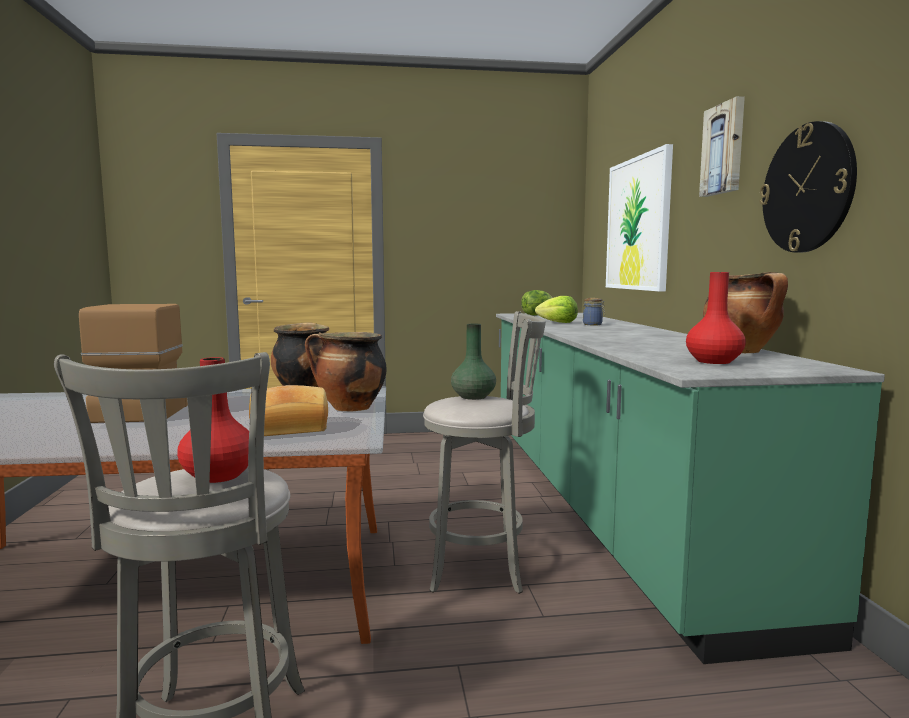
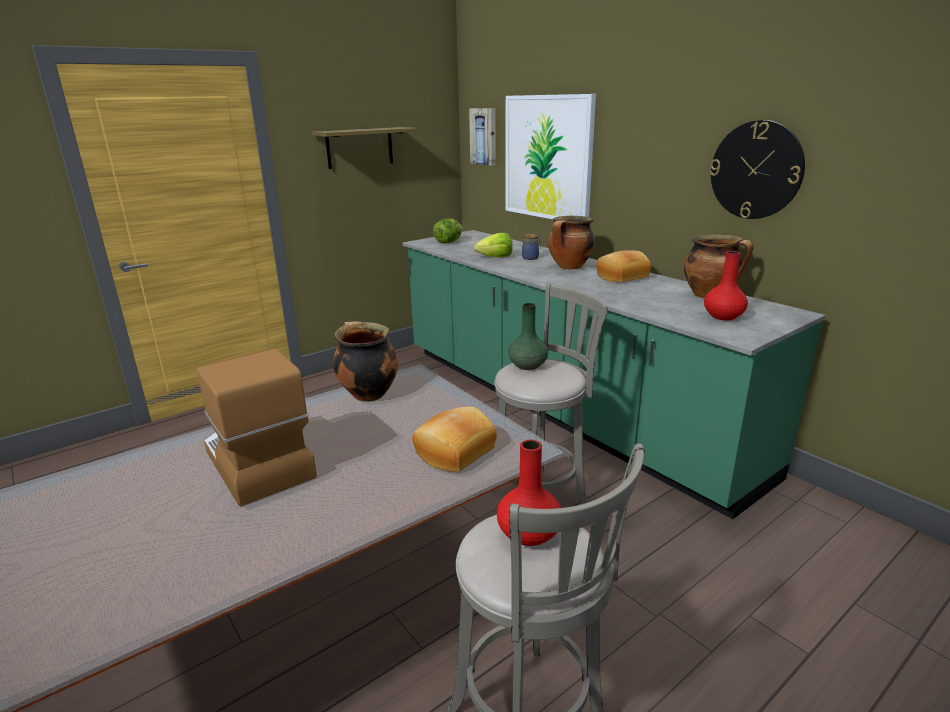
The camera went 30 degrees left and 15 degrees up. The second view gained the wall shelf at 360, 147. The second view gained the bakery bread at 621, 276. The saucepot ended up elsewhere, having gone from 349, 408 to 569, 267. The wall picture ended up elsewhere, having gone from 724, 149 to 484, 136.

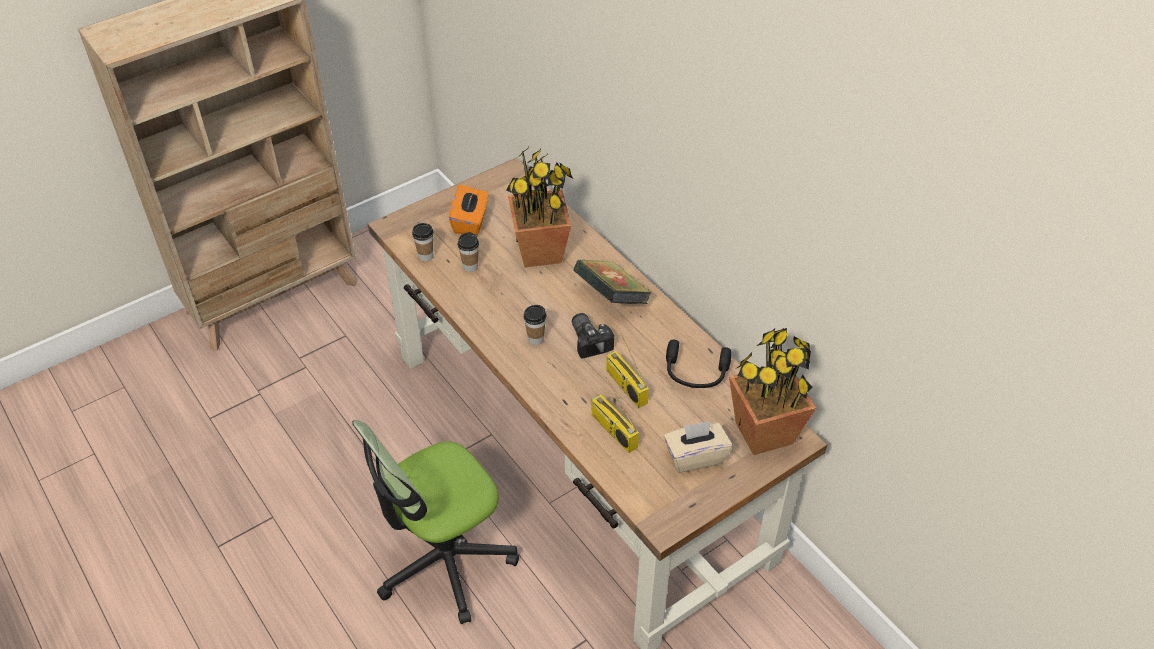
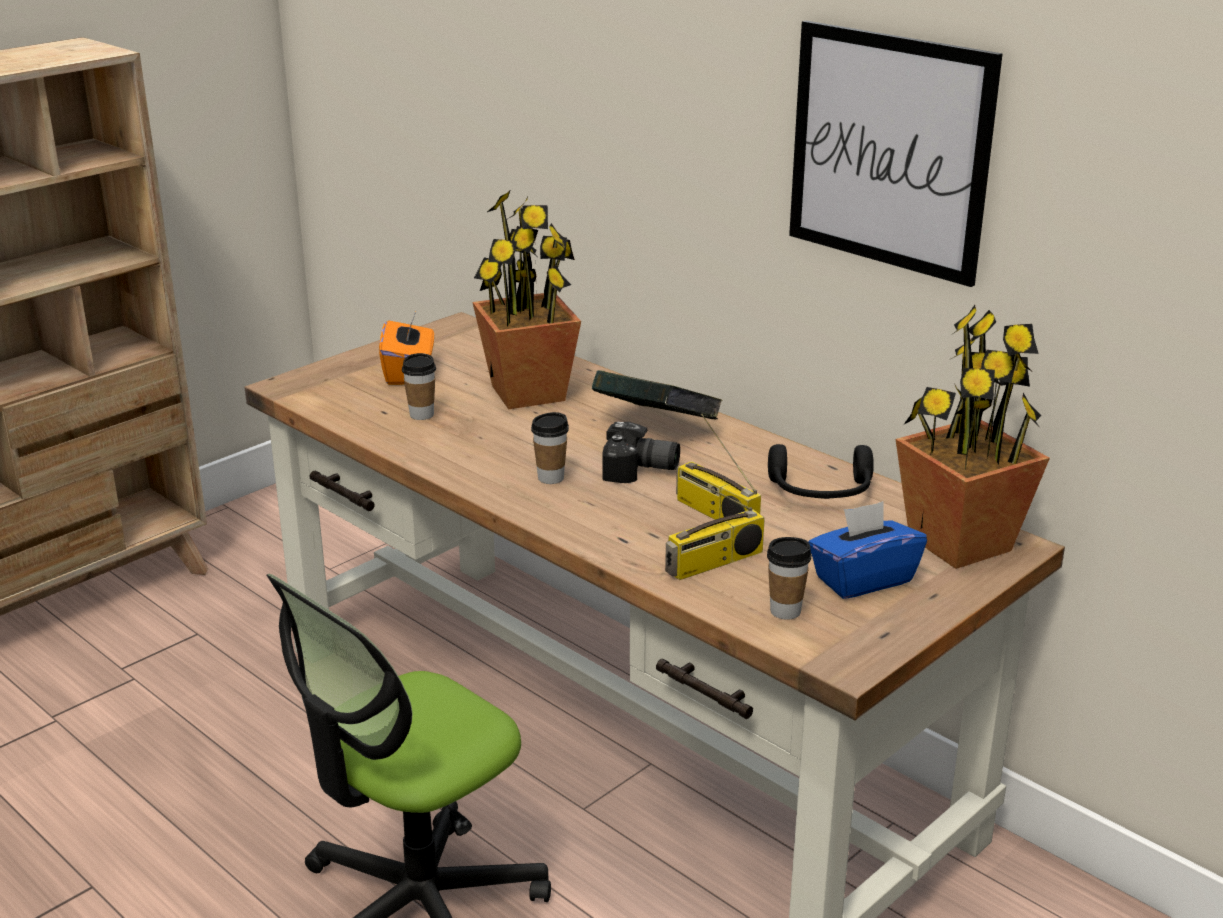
The camera went 10 degrees left and 20 degrees down. The second view gained the wall picture at 889, 151. The drinking cup ended up elsewhere, having gone from 426, 256 to 785, 611. What was the sand-coloured box of tissues at 695, 456 turned into the bluish box of tissues at 863, 579. The still camera at 591, 340 ended up facing another way, 135 degrees clockwise from before. The radio receiver at 612, 430 ended up facing another way, 75 degrees counterclockwise from before.

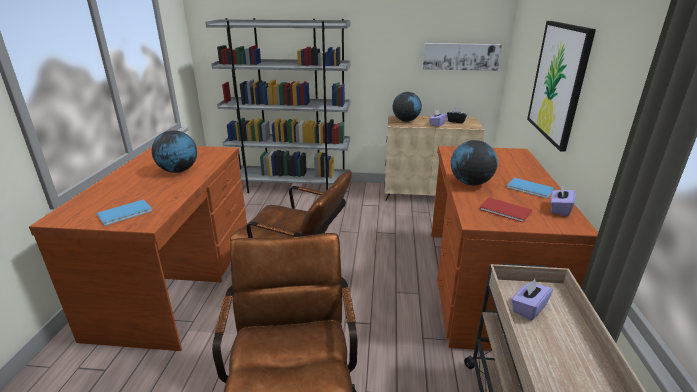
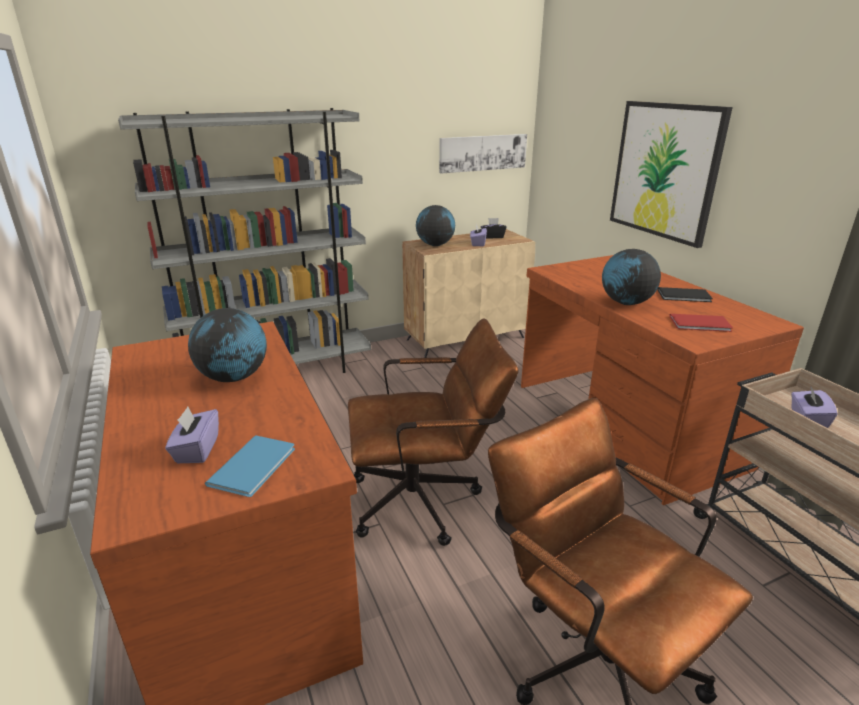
The camera went 30 degrees left and 0 degrees up. The purple box of tissues ended up elsewhere, having gone from 559, 209 to 196, 450. What was the bluish volume at 530, 189 turned into the blackish volume at 685, 296.

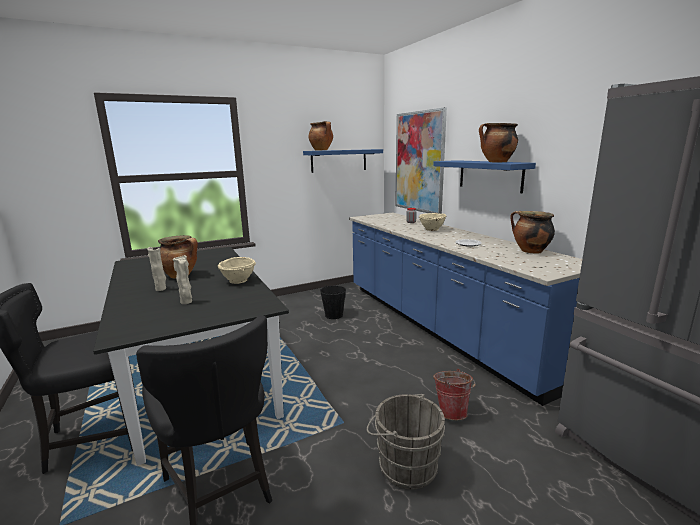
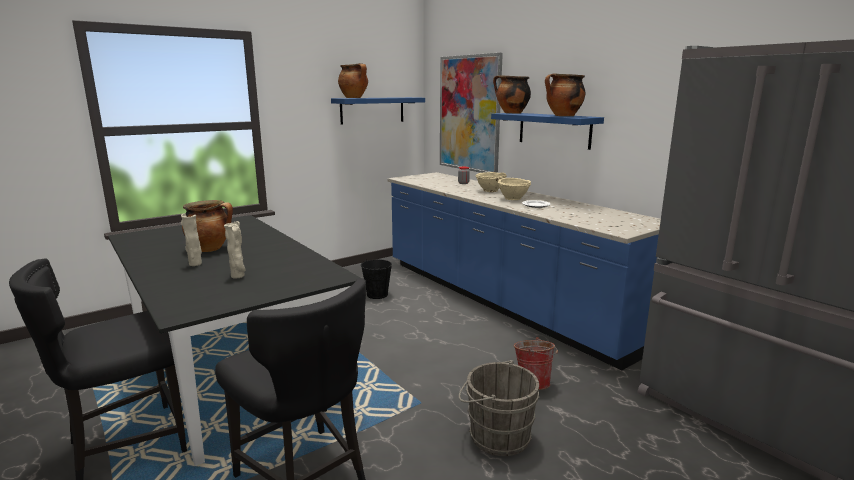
The camera went 10 degrees left and 0 degrees up. The sand-coloured bowl ended up elsewhere, having gone from 239, 281 to 513, 198. The saucepot ended up elsewhere, having gone from 530, 251 to 511, 113.

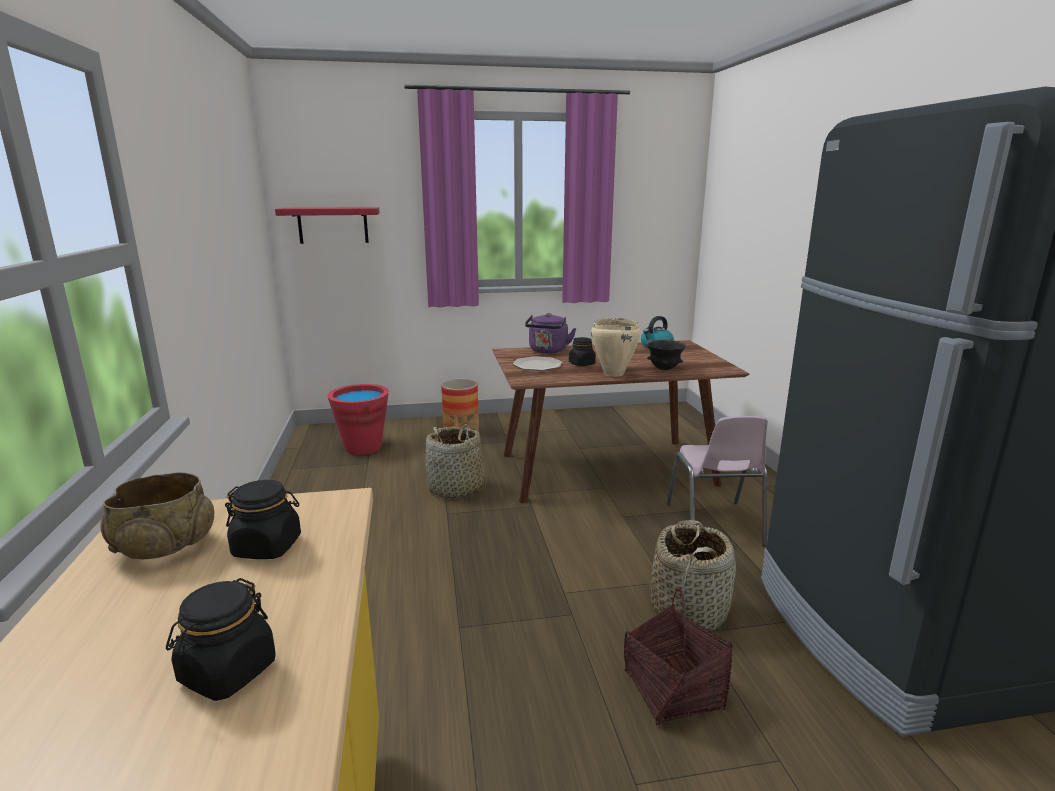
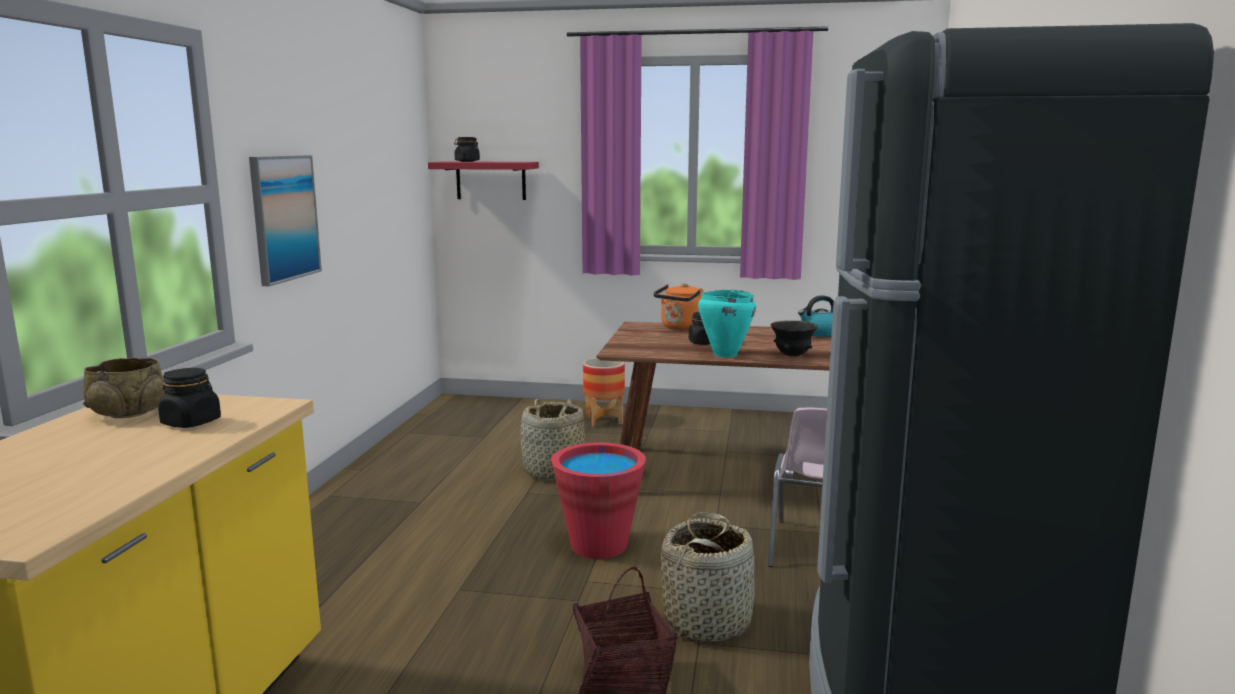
The camera went 20 degrees right and 5 degrees down. The second view lost the plate at 537, 365. The second view gained the wall picture at 284, 218. The blackish storage jar ended up elsewhere, having gone from 227, 672 to 467, 161. The red-coloured pail ended up elsewhere, having gone from 363, 447 to 599, 545. What was the purple water kettle at 548, 351 turned into the orangey water kettle at 682, 328. What was the sand-coloured saucepot at 613, 374 turned into the turquoise-coloured saucepot at 724, 354.

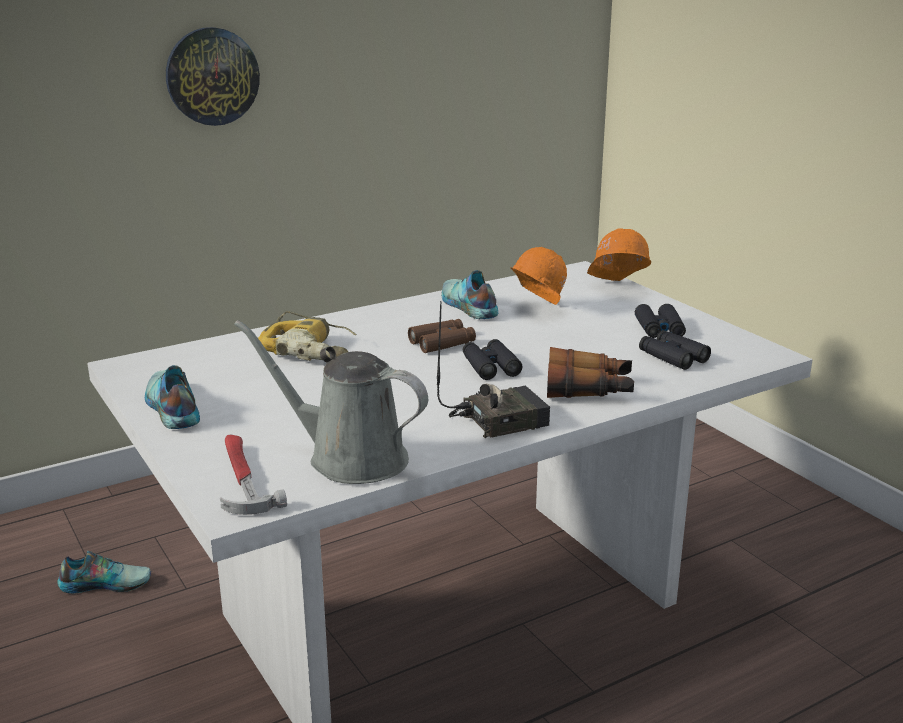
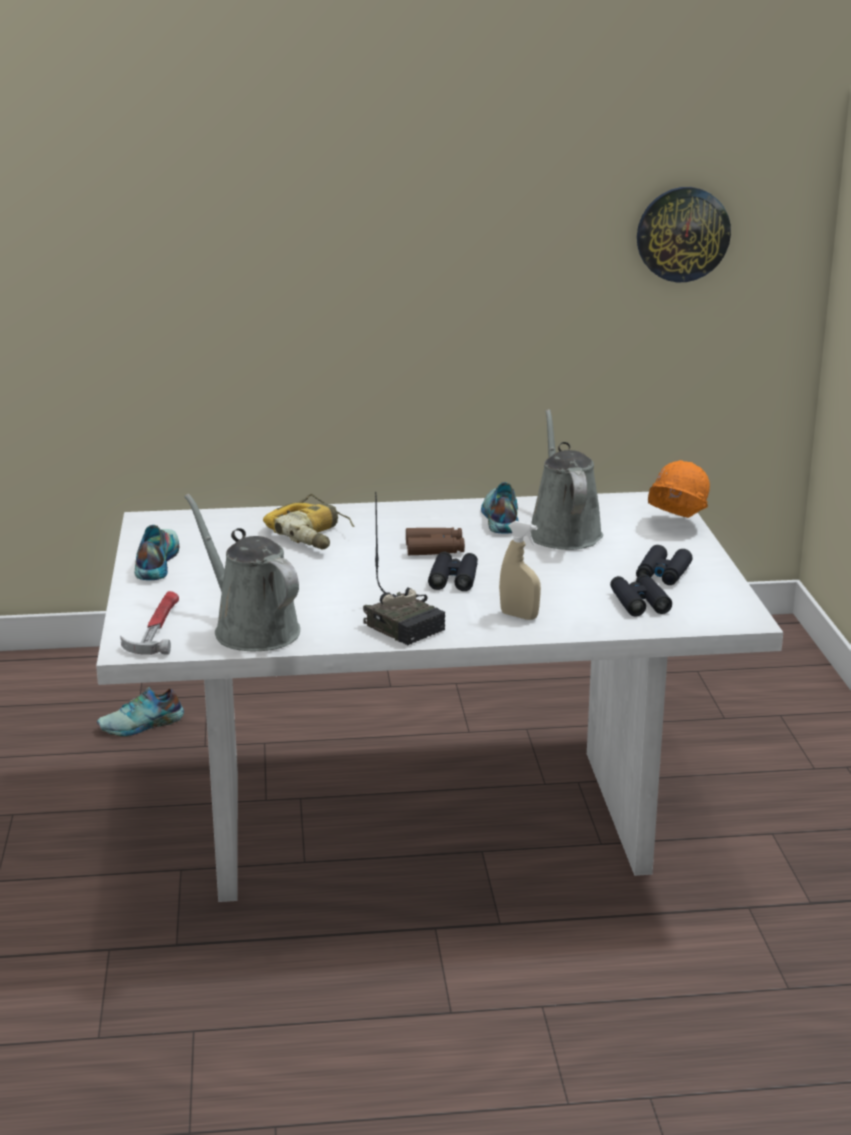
The camera went 25 degrees right and 0 degrees up. The clock on the wall ended up elsewhere, having gone from 212, 76 to 682, 234. Where the orangey work helmet stood at 535, 309, the greyish watering can came to stand at 563, 532. Where the field glasses stood at 589, 389, the sand-coloured hand sprayer came to stand at 519, 616. The low shoe at 106, 583 ended up facing another way, 135 degrees clockwise from before. The radio receiver at 499, 420 ended up facing another way, 45 degrees clockwise from before.

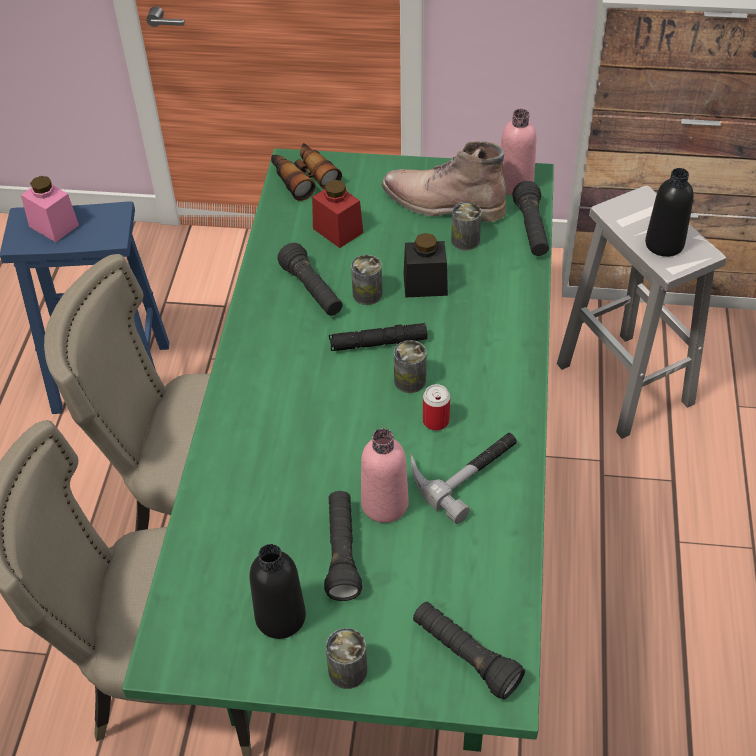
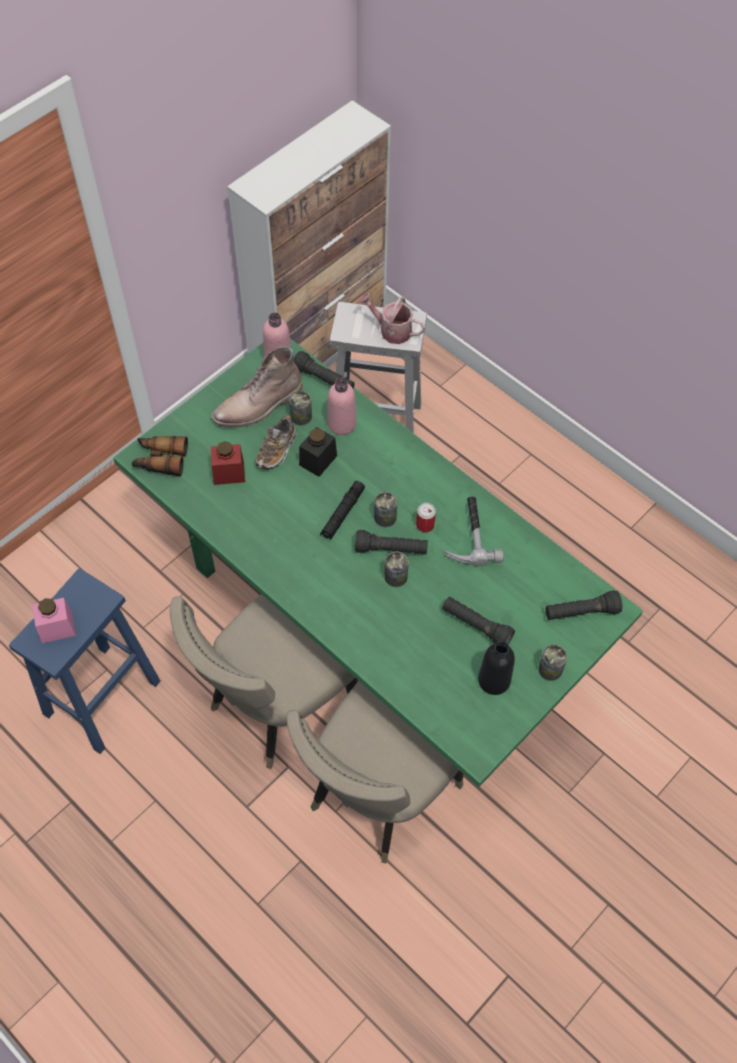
The camera went 55 degrees left and 10 degrees up. The second view gained the low shoe at 276, 450. The blackish hand torch ended up elsewhere, having gone from 312, 291 to 391, 549. The can ended up elsewhere, having gone from 367, 294 to 395, 577. The pink bottle ended up elsewhere, having gone from 384, 504 to 342, 424. Where the blackish bottle stood at 664, 244, the watering can came to stand at 391, 330.

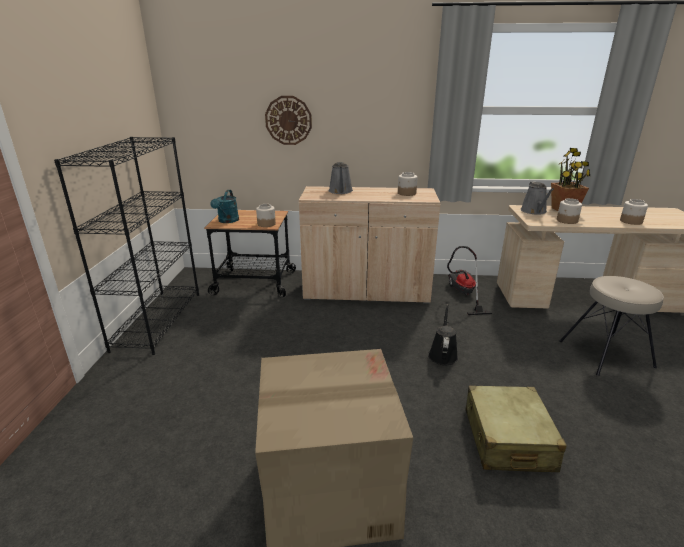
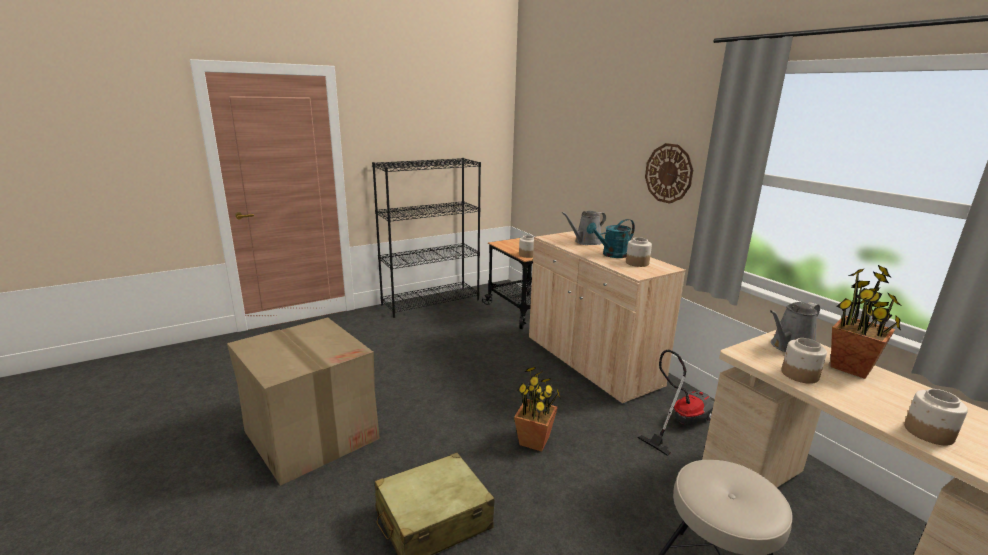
The camera went 55 degrees right and 5 degrees down. The turquoise-coloured watering can ended up elsewhere, having gone from 227, 221 to 611, 255. The clock on the wall ended up elsewhere, having gone from 288, 120 to 668, 173. Where the blackish watering can stood at 442, 354, the houseplant came to stand at 534, 441.

